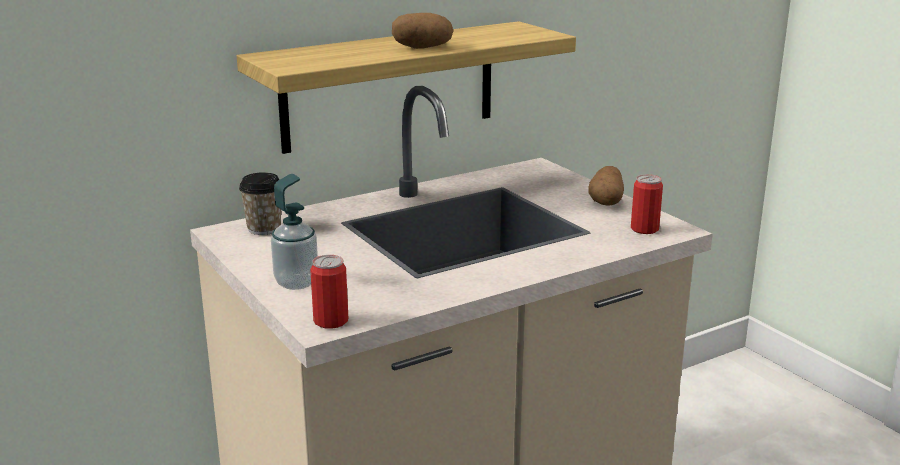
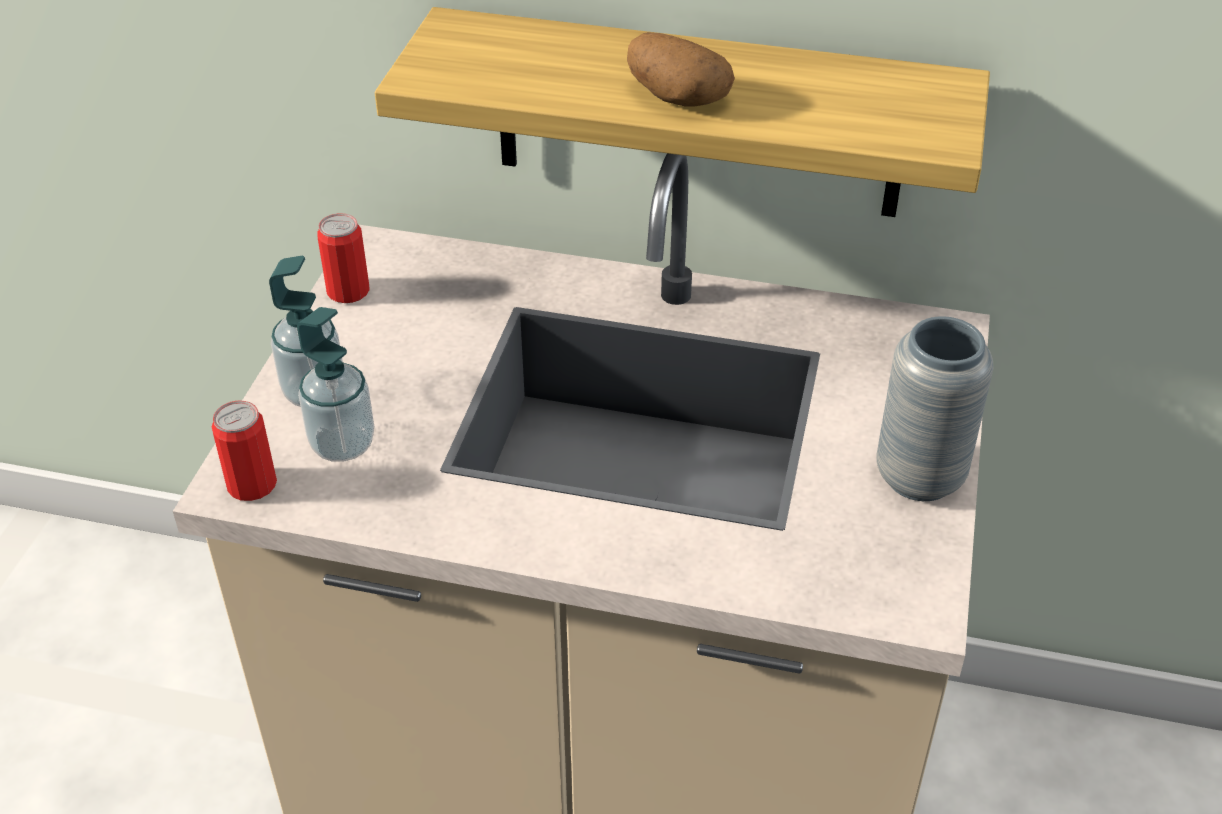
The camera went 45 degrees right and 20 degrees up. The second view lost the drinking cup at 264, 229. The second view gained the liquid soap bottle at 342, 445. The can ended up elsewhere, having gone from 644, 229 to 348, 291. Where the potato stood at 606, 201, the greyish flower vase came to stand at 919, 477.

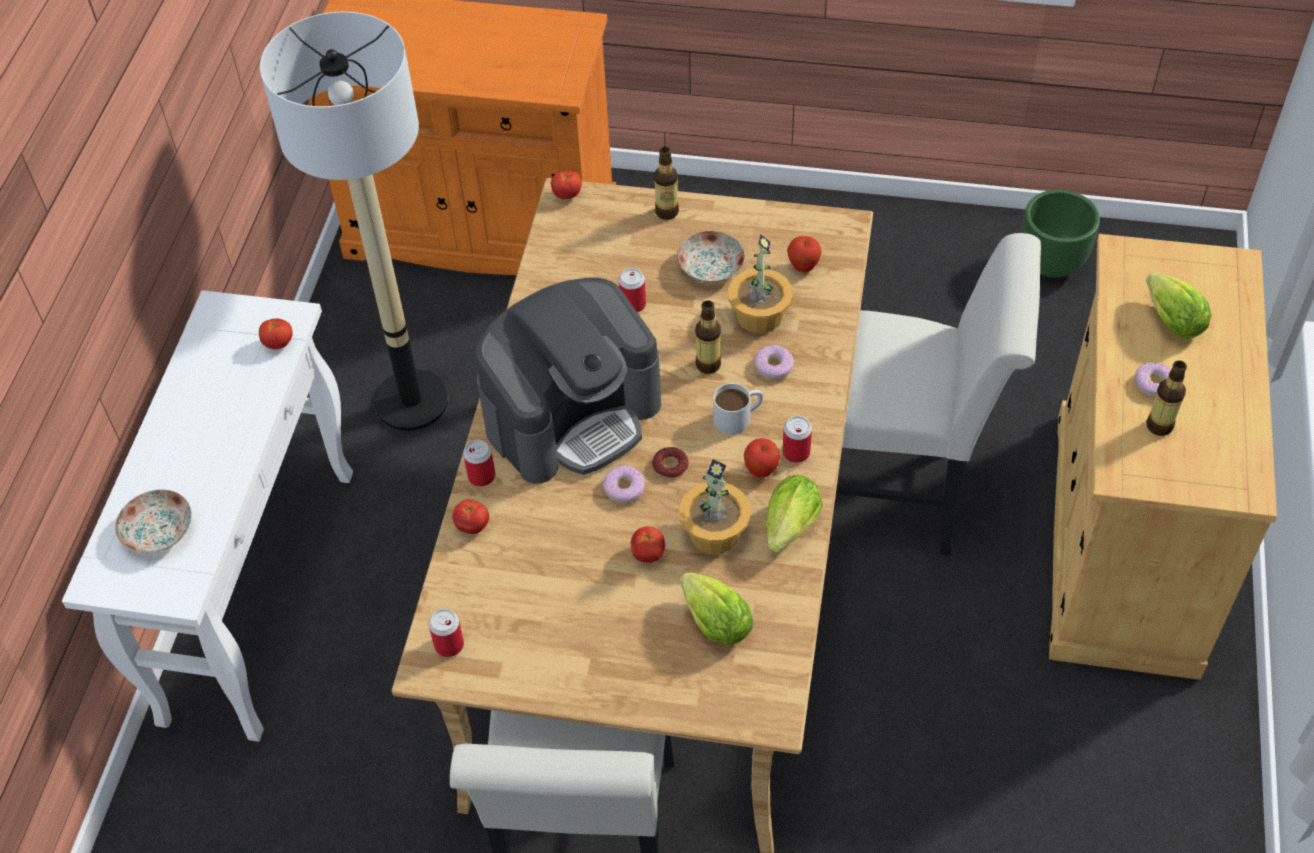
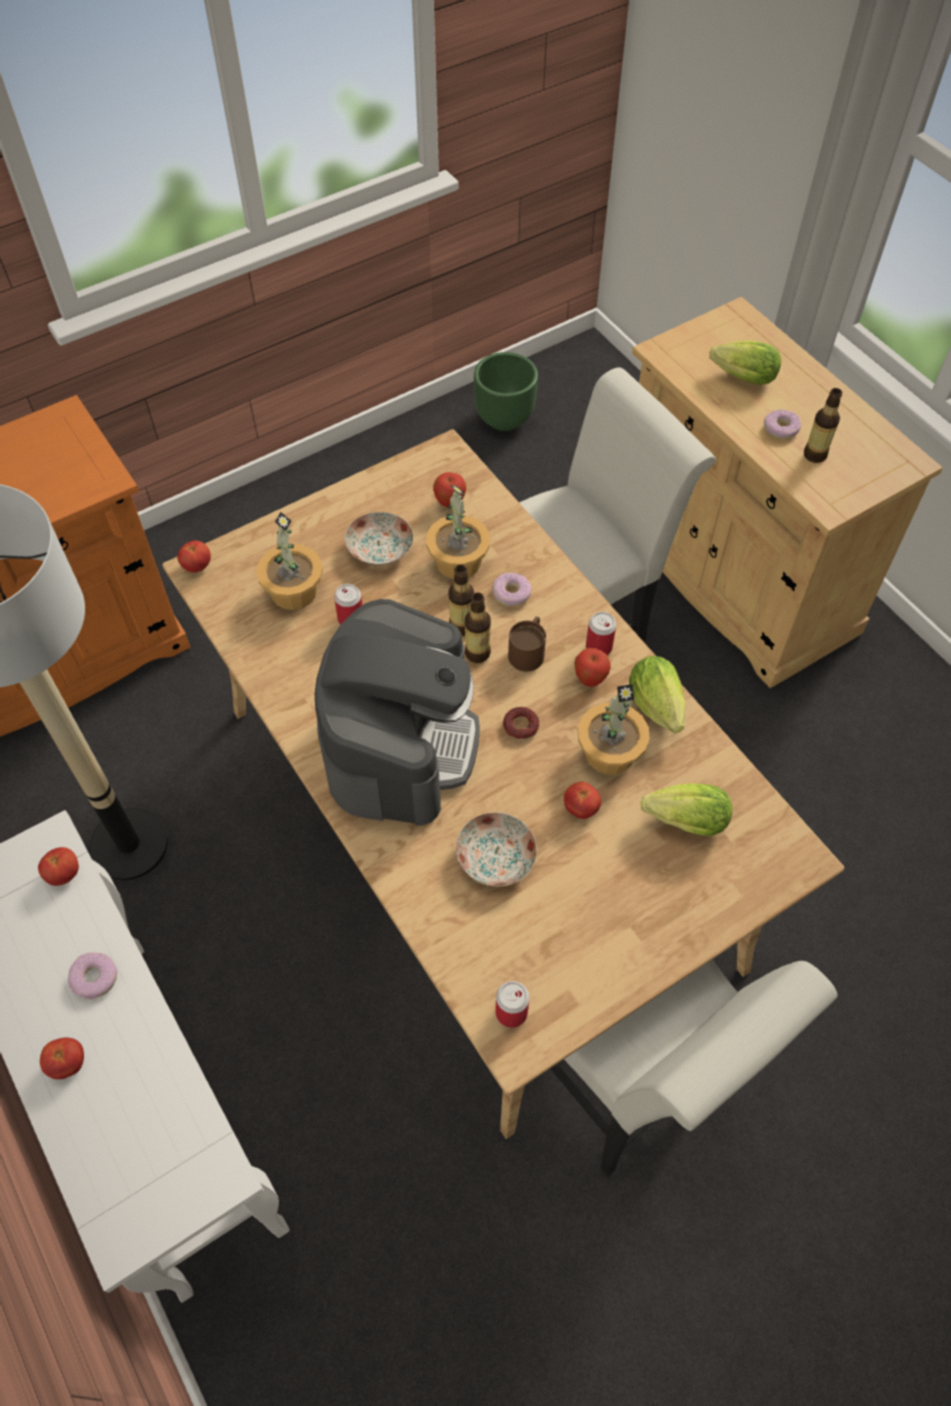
The camera went 45 degrees left and 5 degrees up. The second view lost the can at 481, 476. The second view gained the houseplant at 293, 591. The plate ended up elsewhere, having gone from 158, 531 to 494, 857. The fresh tomato ended up elsewhere, having gone from 472, 526 to 68, 1063. The doughnut ended up elsewhere, having gone from 624, 489 to 94, 978. The bottle ended up elsewhere, having gone from 667, 212 to 477, 653. What was the white-coloured coffee mug at 738, 417 turned into the brown coffee mug at 528, 650.

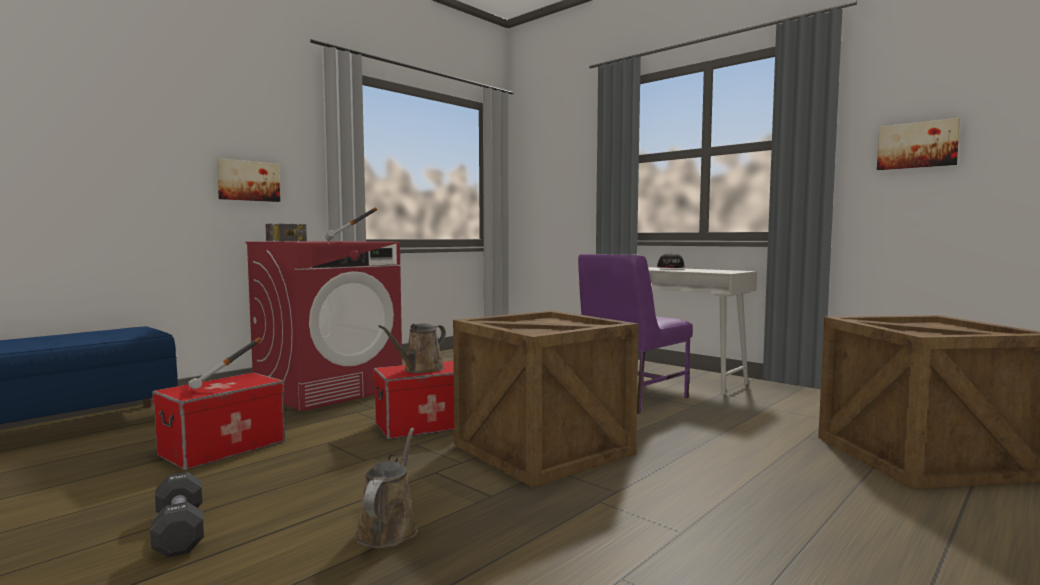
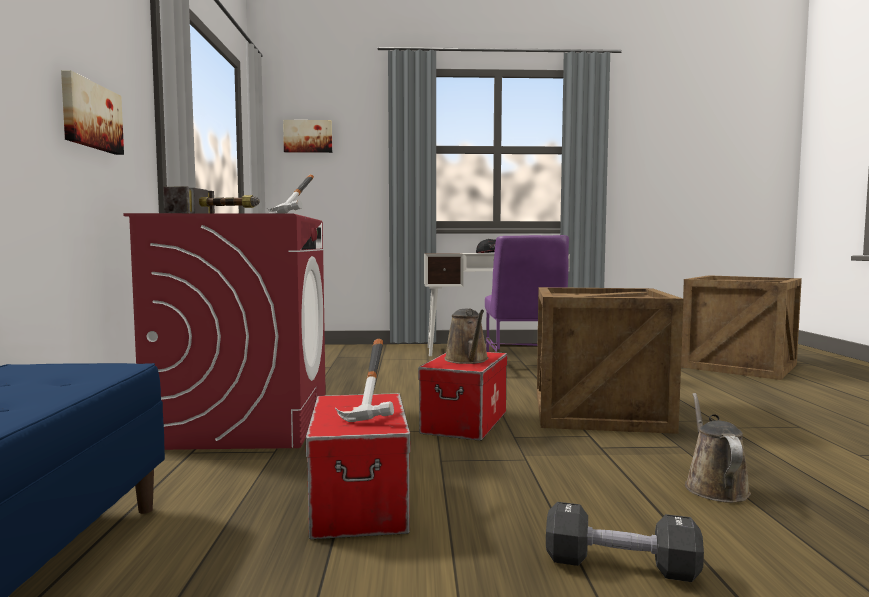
The camera went 45 degrees left and 0 degrees up. The wall picture ended up elsewhere, having gone from 917, 145 to 308, 136. The brown watering can at 389, 529 ended up facing another way, 45 degrees clockwise from before.

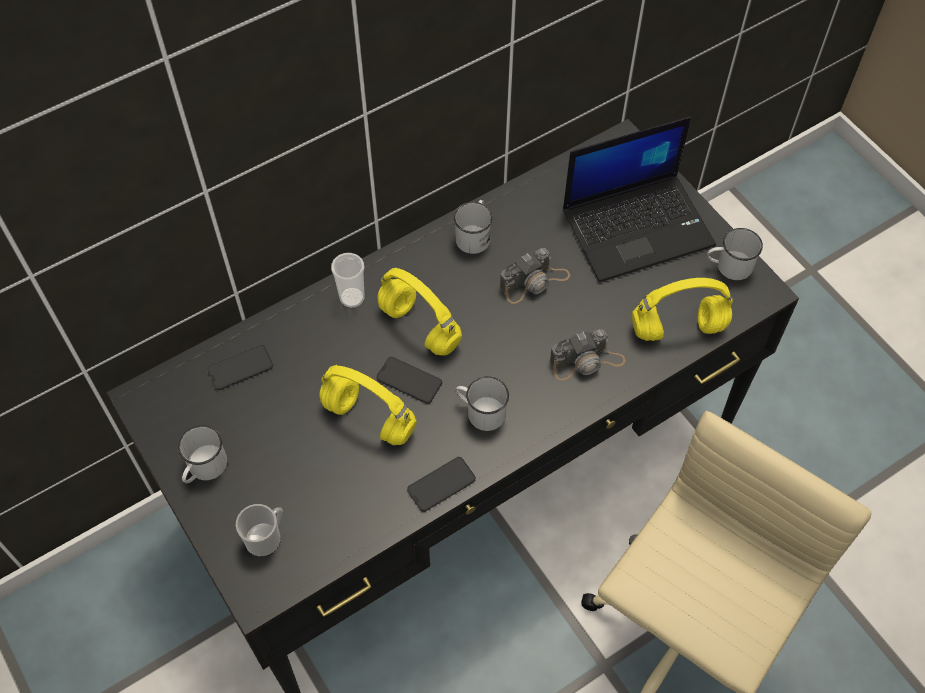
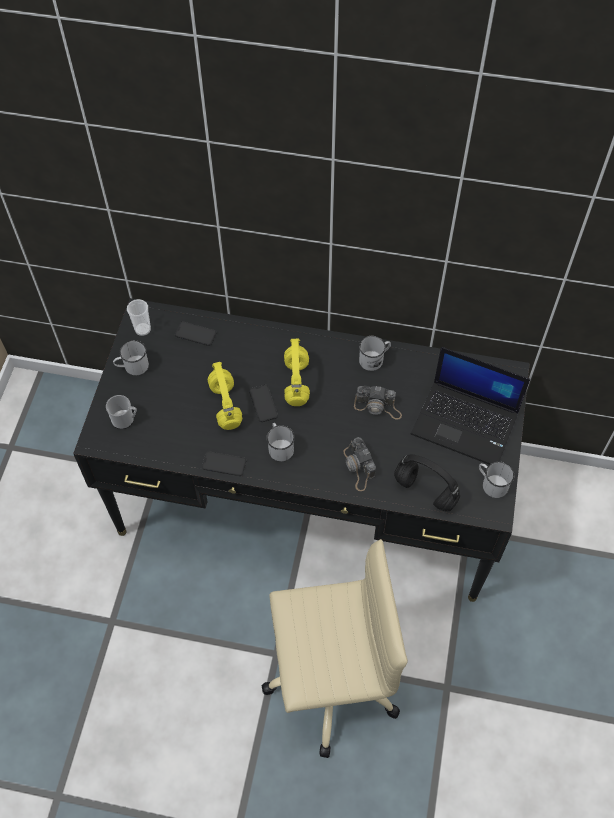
The camera went 45 degrees right and 0 degrees up. The drinking cup ended up elsewhere, having gone from 352, 297 to 142, 329. What was the yellow headset at 676, 329 turned into the blackish headset at 424, 491. The still camera at 587, 361 ended up facing another way, 45 degrees clockwise from before.

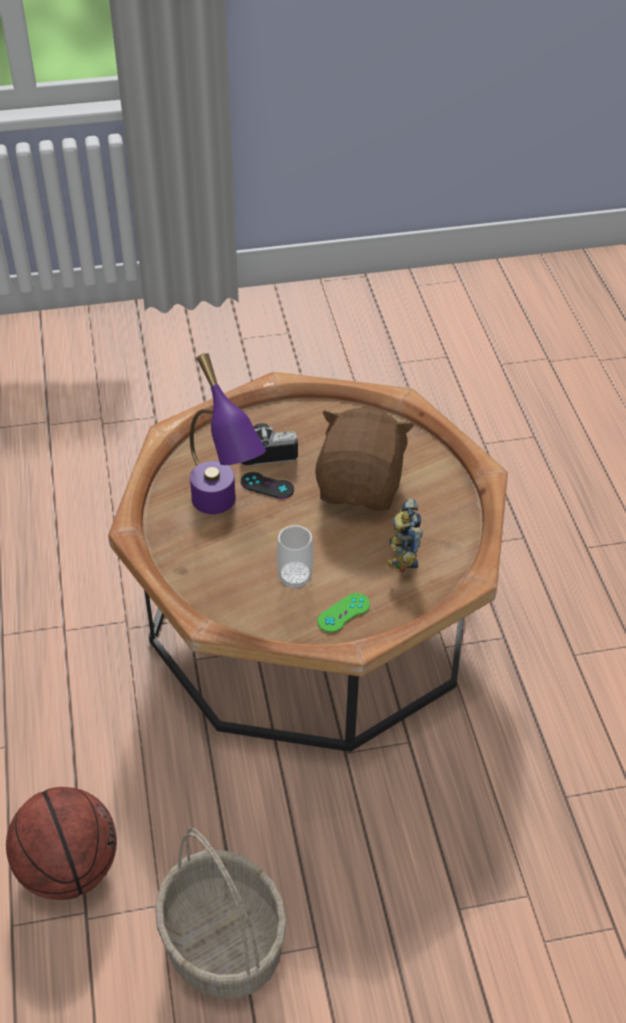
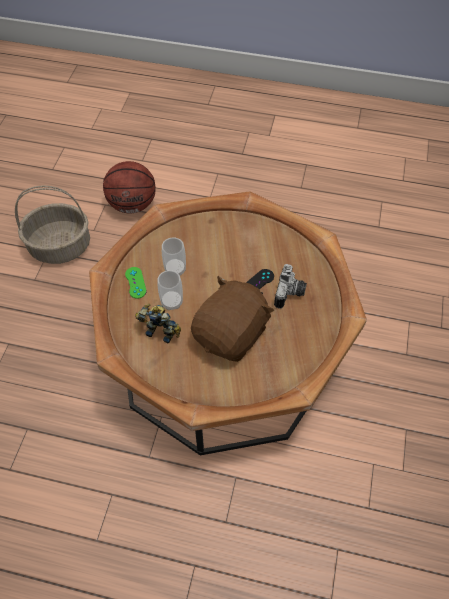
The camera went 115 degrees right and 10 degrees up. The second view lost the purple tabletop lamp at 223, 512. The second view gained the drinking cup at 172, 302. The brown cuddly toy at 361, 486 ended up facing another way, 90 degrees counterclockwise from before.

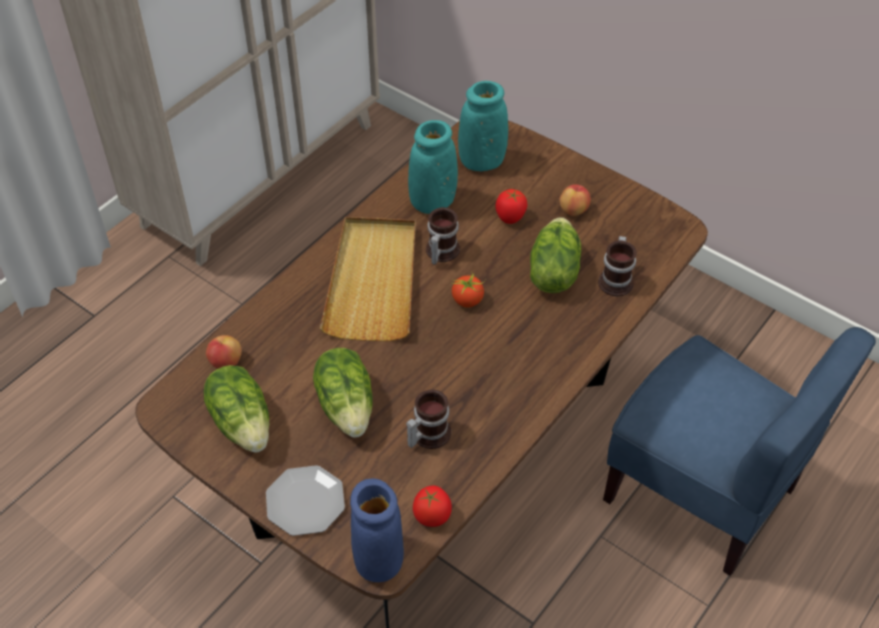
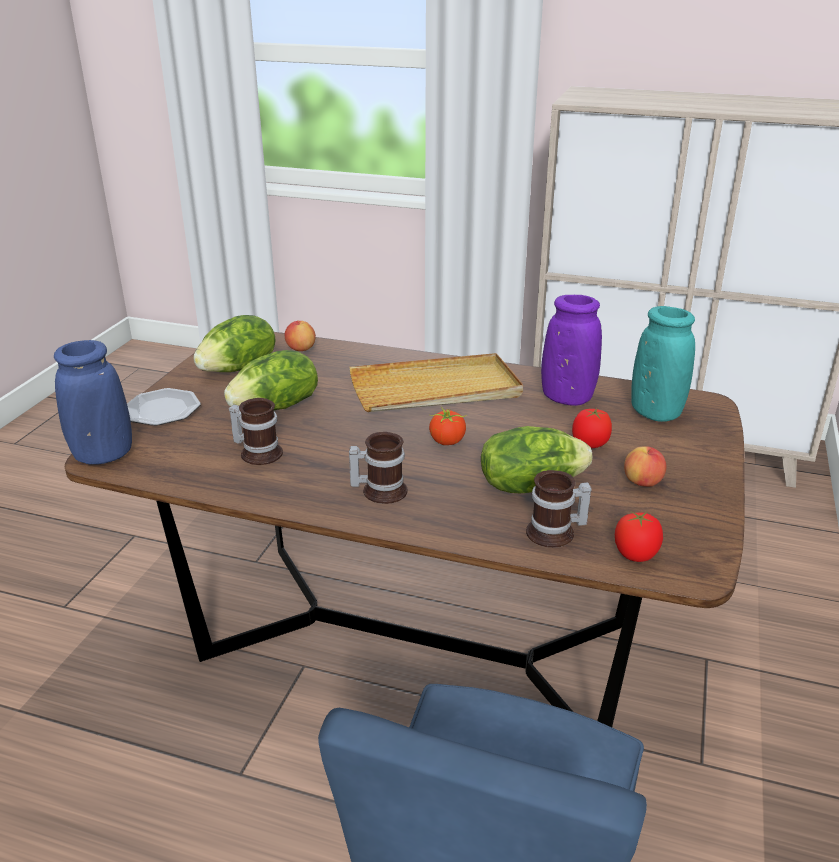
The camera went 70 degrees right and 20 degrees down. The fresh tomato ended up elsewhere, having gone from 432, 515 to 636, 555. The coffee mug ended up elsewhere, having gone from 440, 251 to 380, 490. What was the turquoise-coloured flower vase at 432, 202 turned into the purple flower vase at 567, 398.

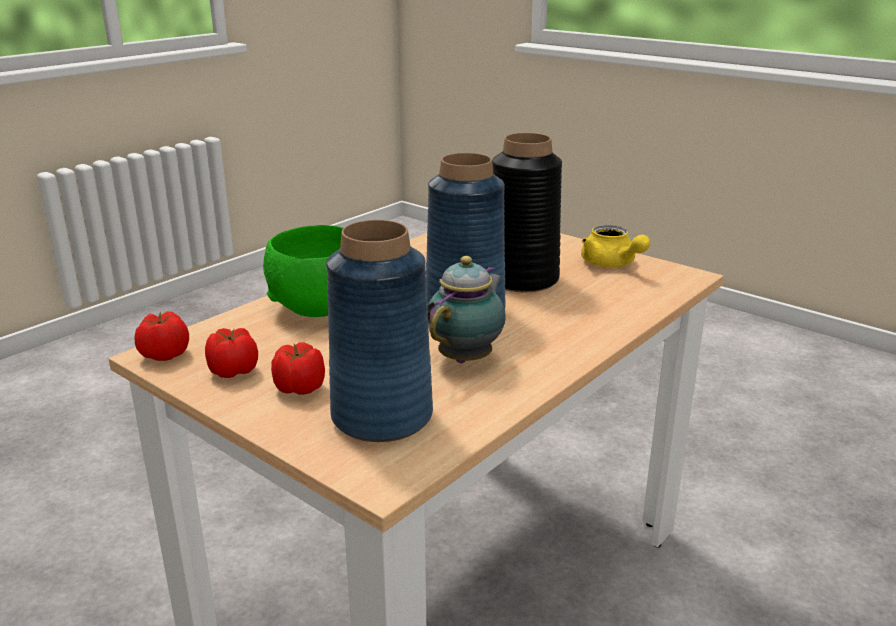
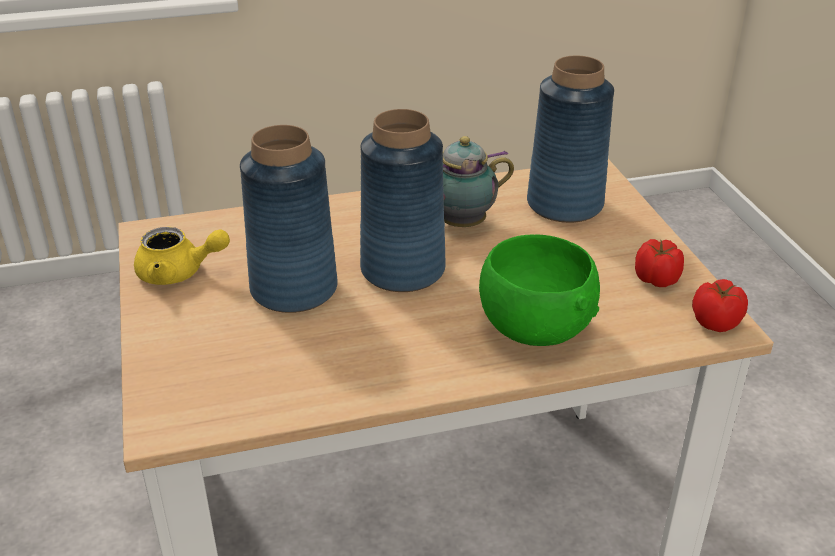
The camera went 145 degrees left and 10 degrees up. The second view lost the fresh tomato at 300, 389. What was the blackish flower vase at 521, 279 turned into the bluish flower vase at 295, 289. The yellow pot for tea at 611, 264 ended up facing another way, 90 degrees clockwise from before.

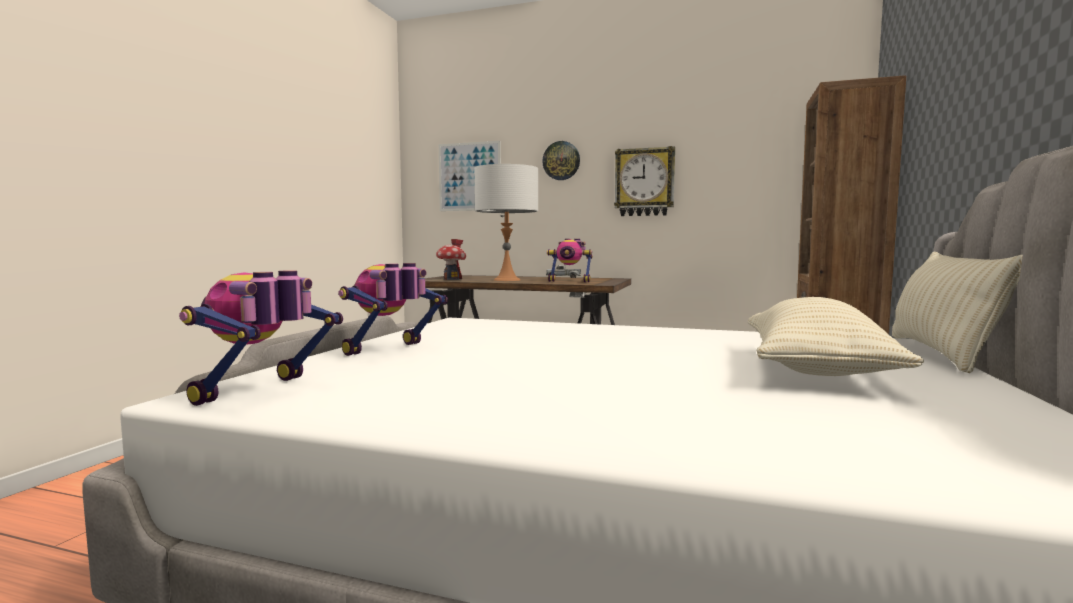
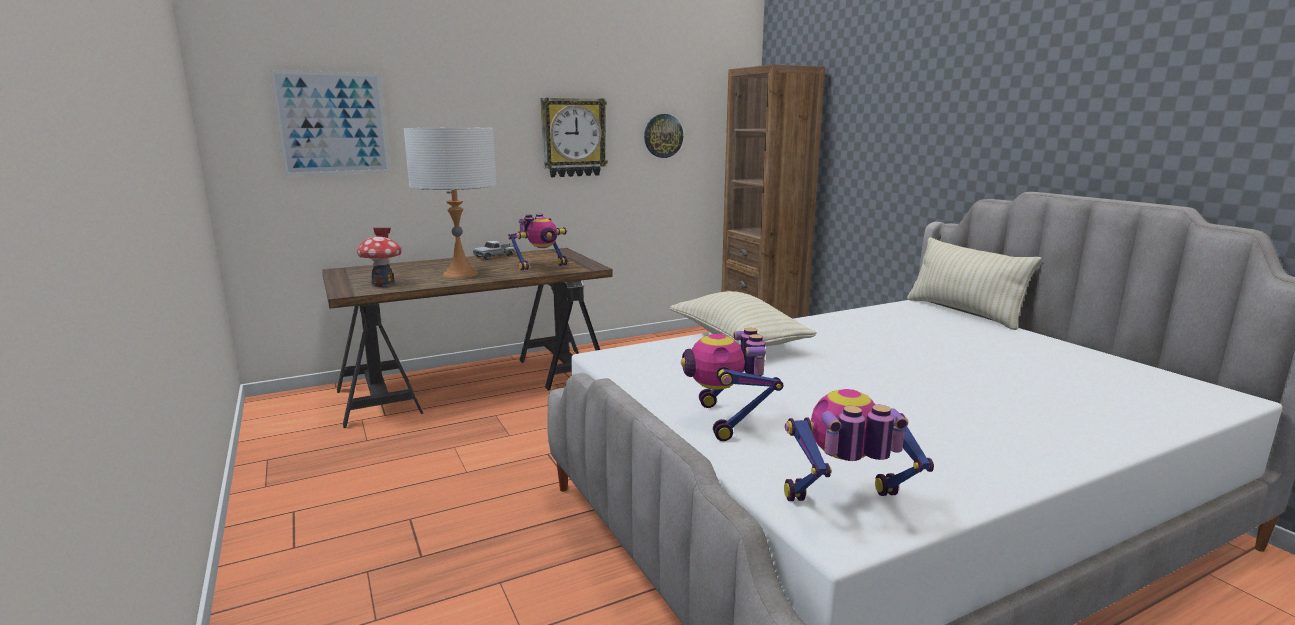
The camera went 45 degrees left and 10 degrees up. The clock on the wall ended up elsewhere, having gone from 561, 160 to 663, 136. The sand-coloured throw pillow ended up elsewhere, having gone from 814, 369 to 737, 340. The model robot at 261, 392 ended up facing another way, 105 degrees clockwise from before.

